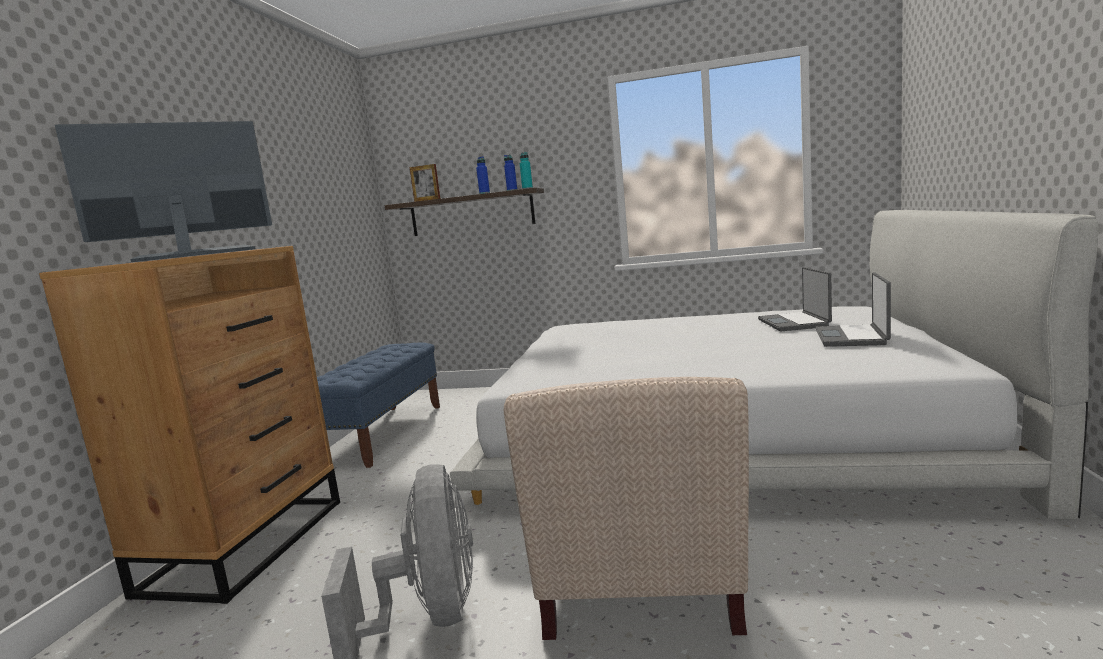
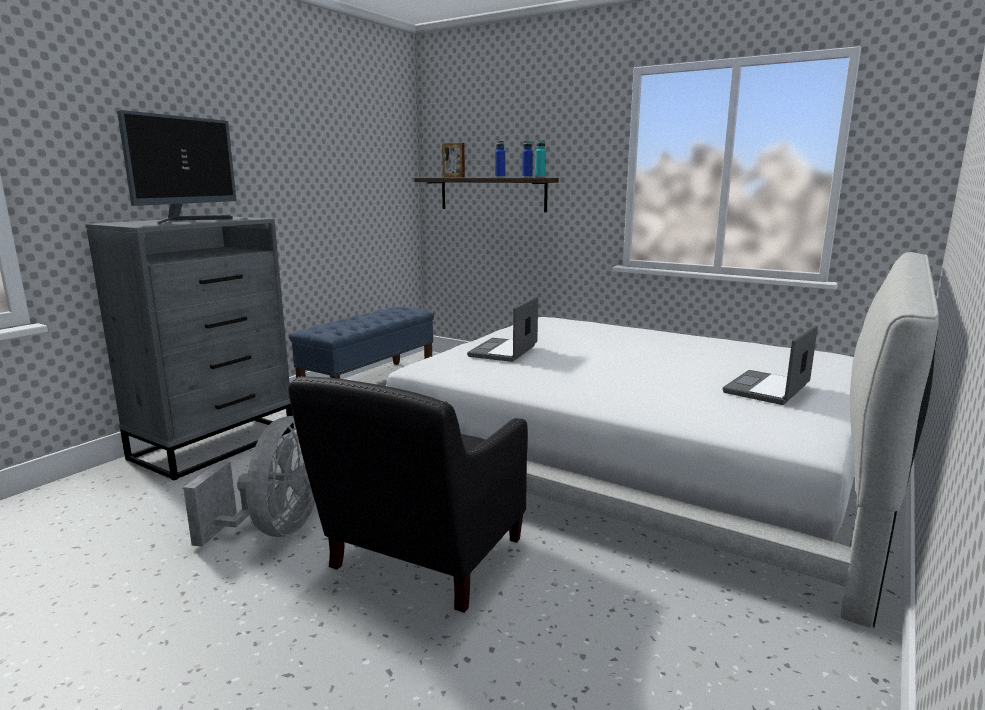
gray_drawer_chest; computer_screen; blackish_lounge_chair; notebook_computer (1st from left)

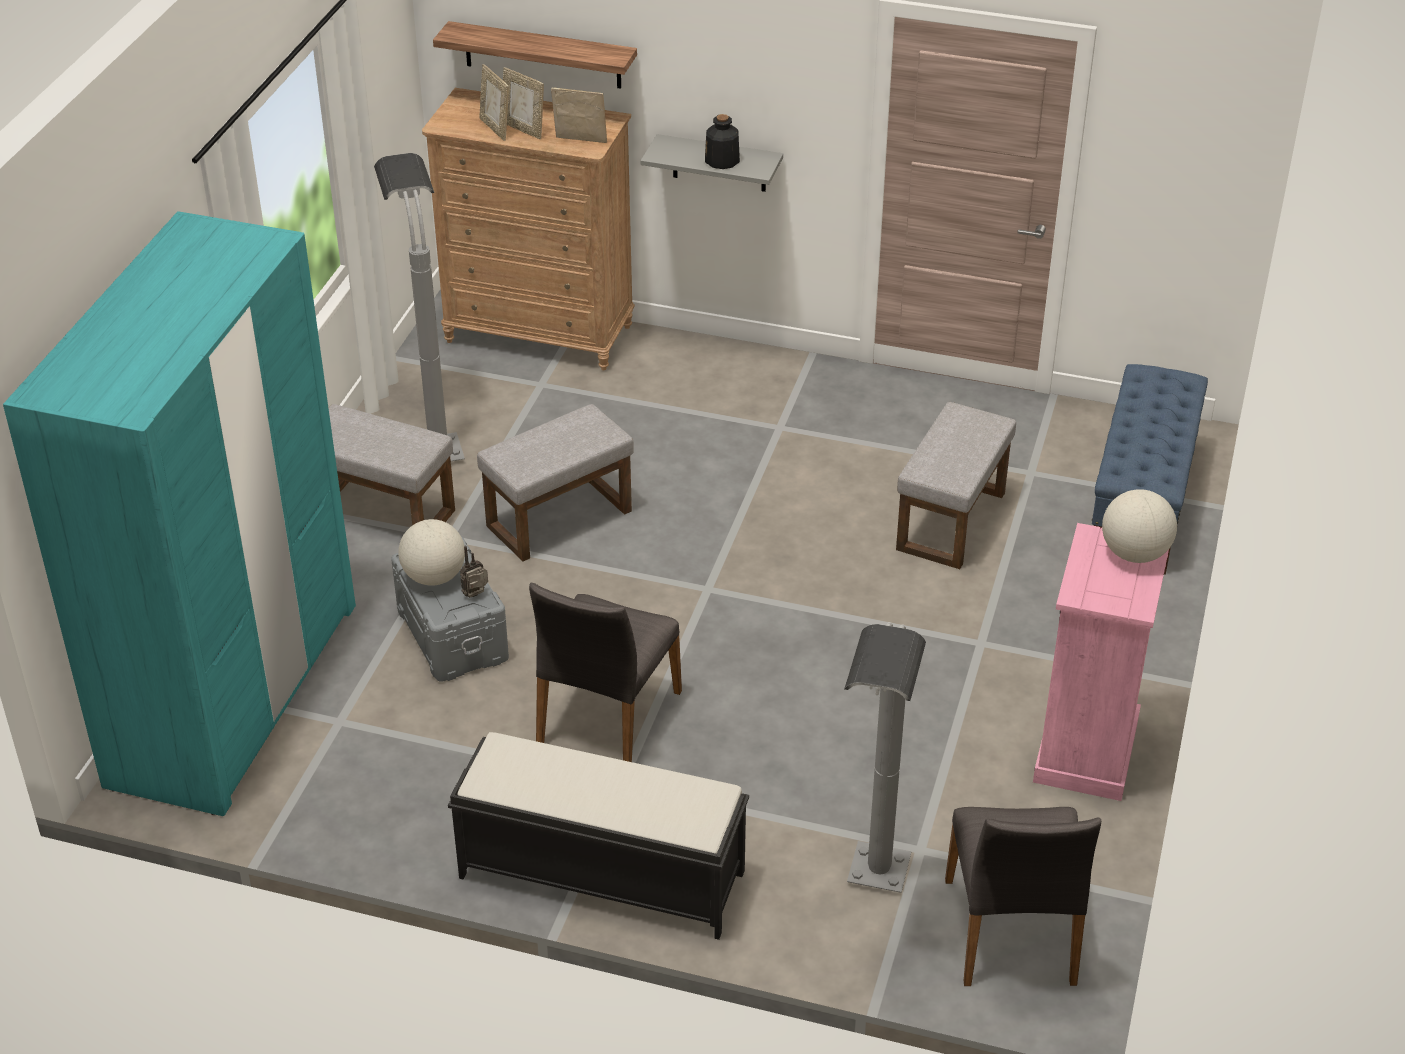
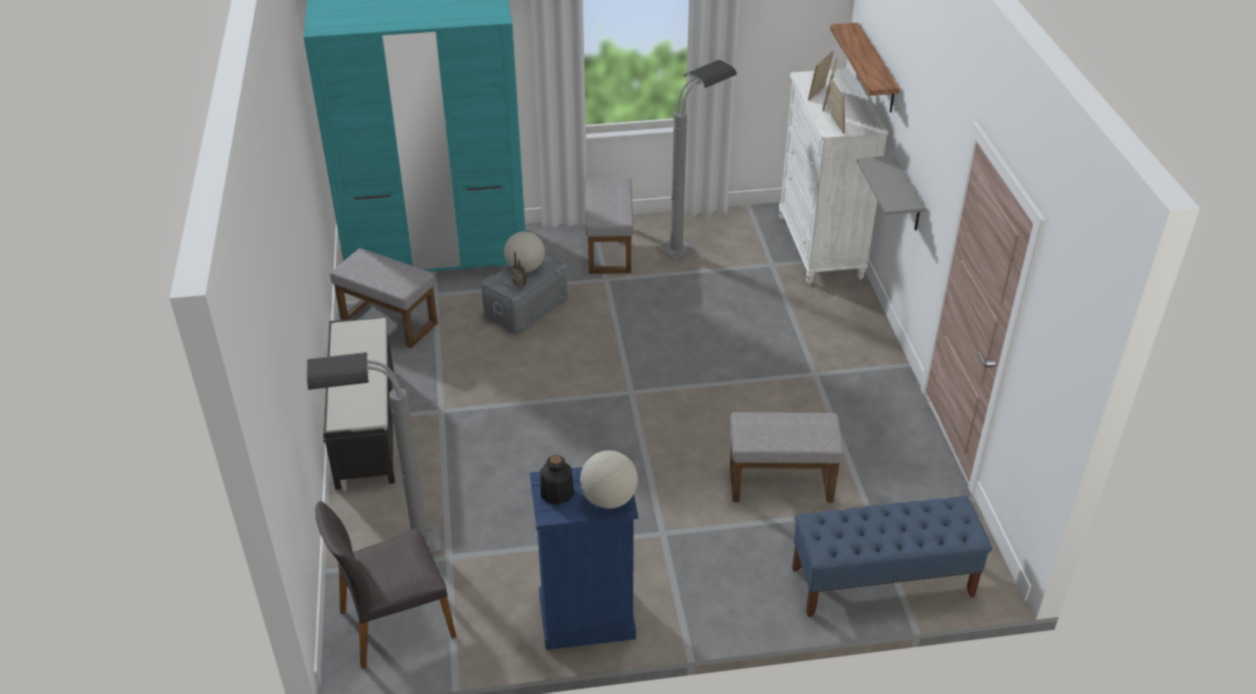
white_drawer_chest; gray_footrest (1st from left); gray_upright_chair (1st from left in the first image); beverage_bottle; blue-coloured_drawer_chest

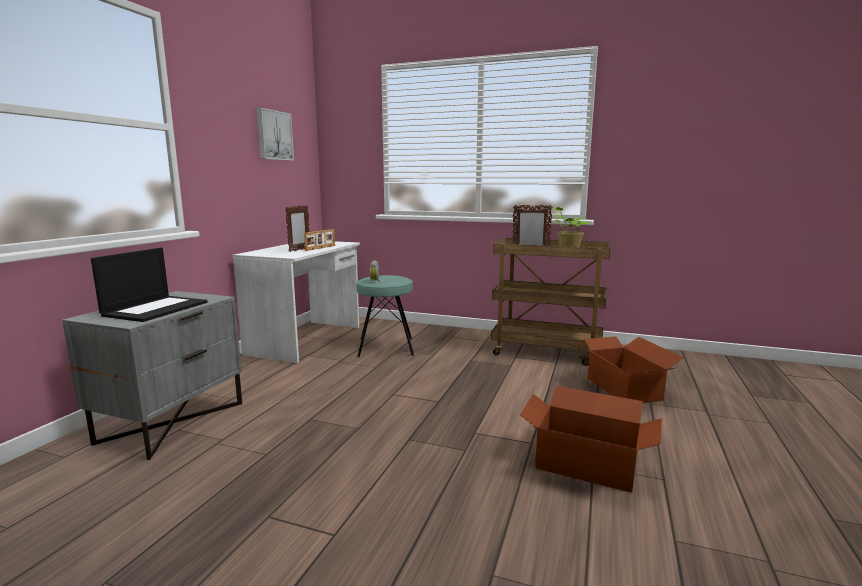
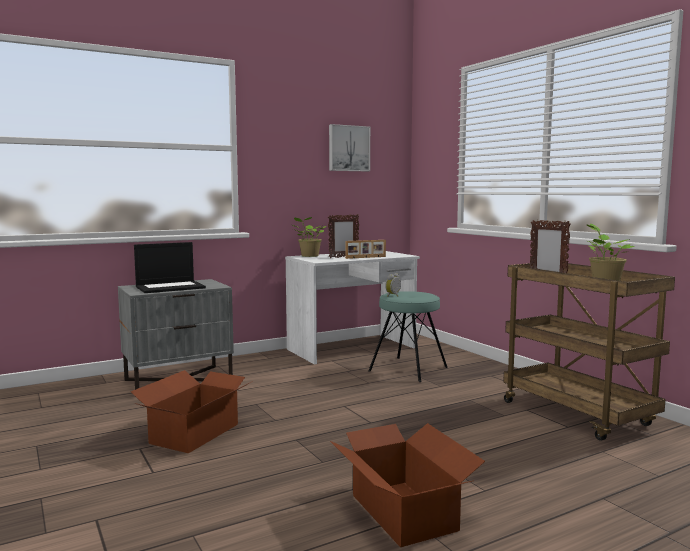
cardboard_box (1st from left); plant_in_a_pot (1st from left)

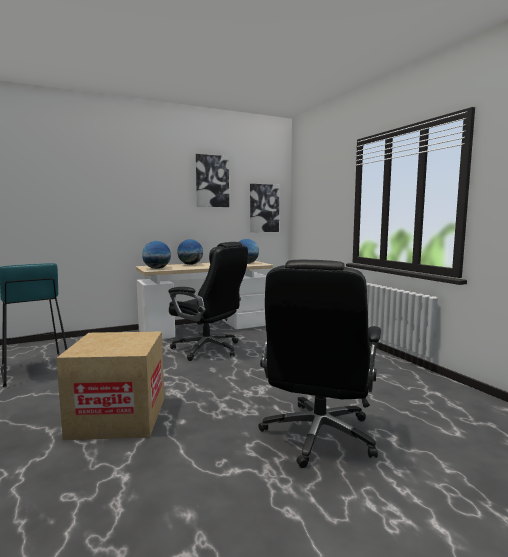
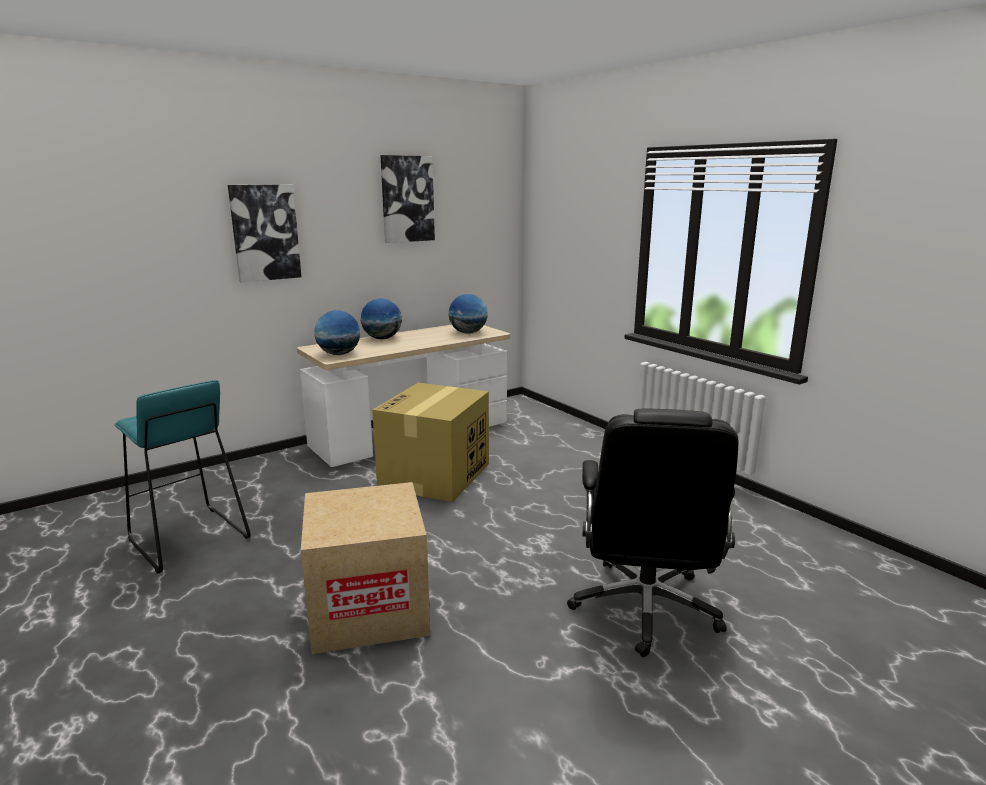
cardboard_box (2nd from left); wall_art (1st from left)

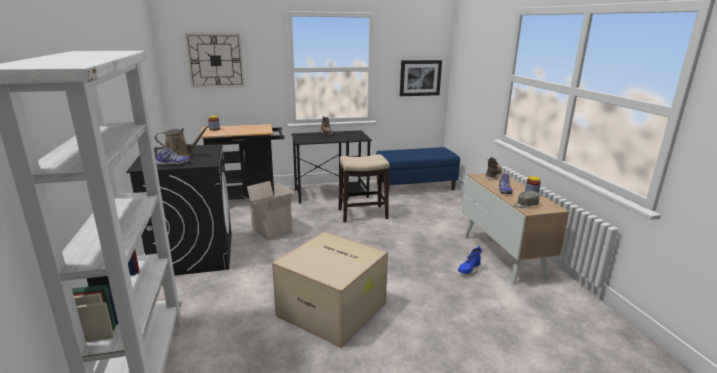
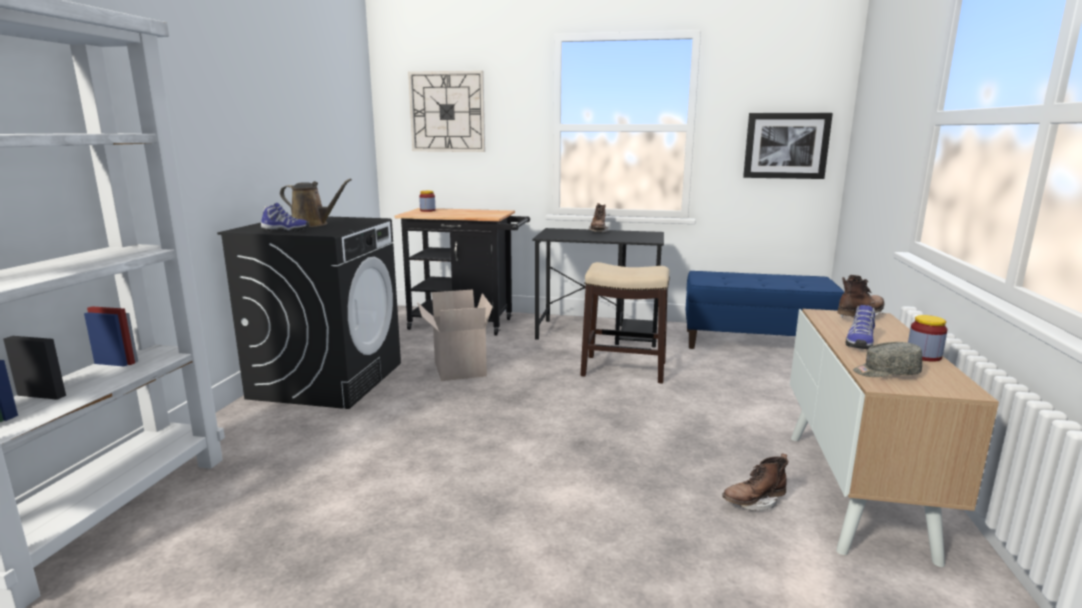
cardboard_box (2nd from left in the first image); brown-coloured_high-top_boot (2nd from left)

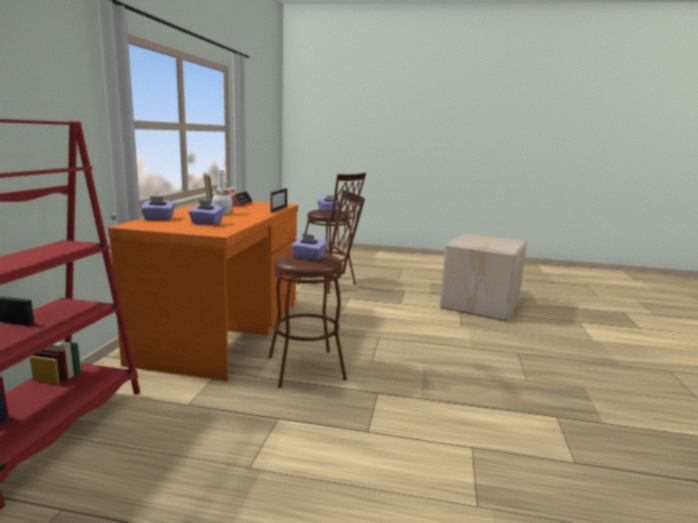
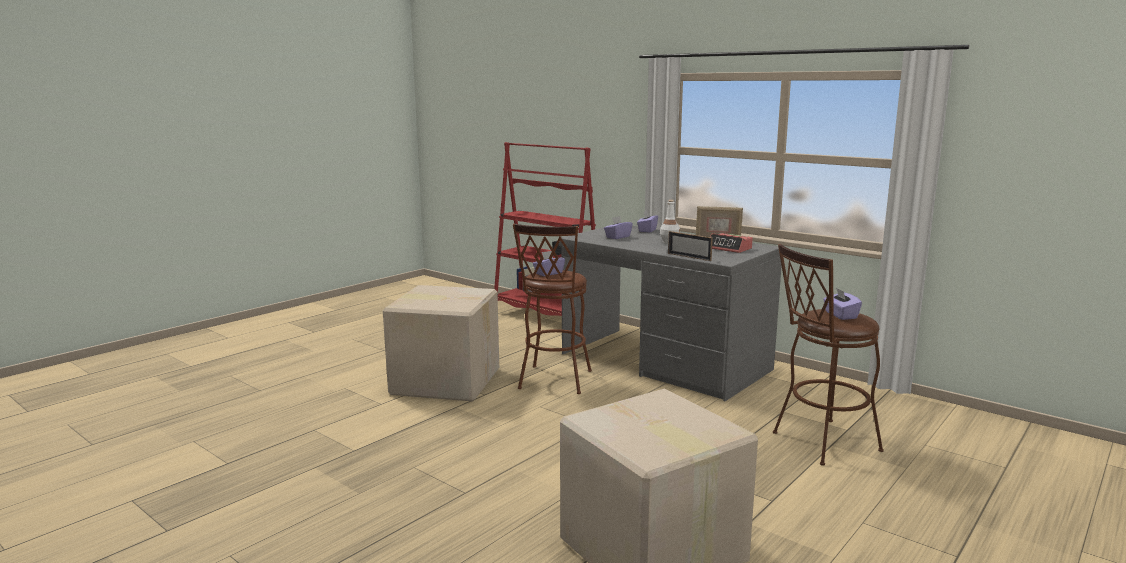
gray_desk_table; cardboard_box (1st from left)

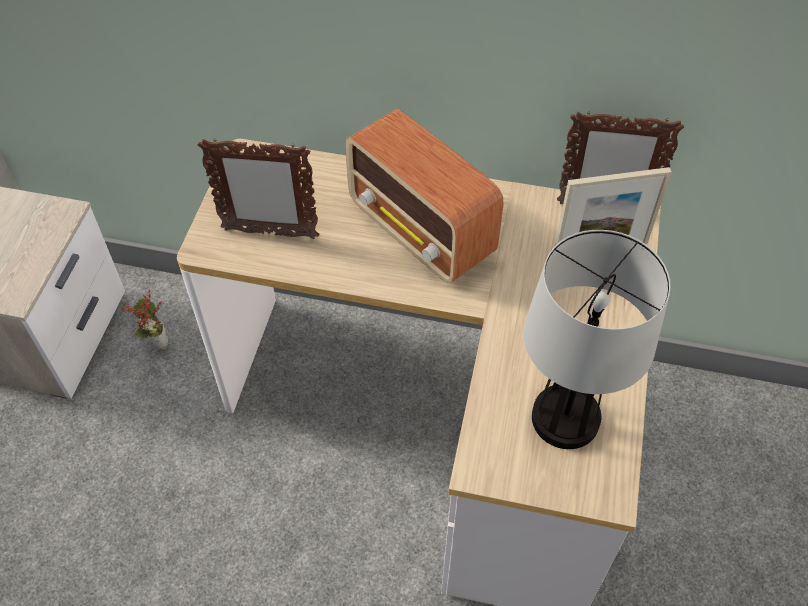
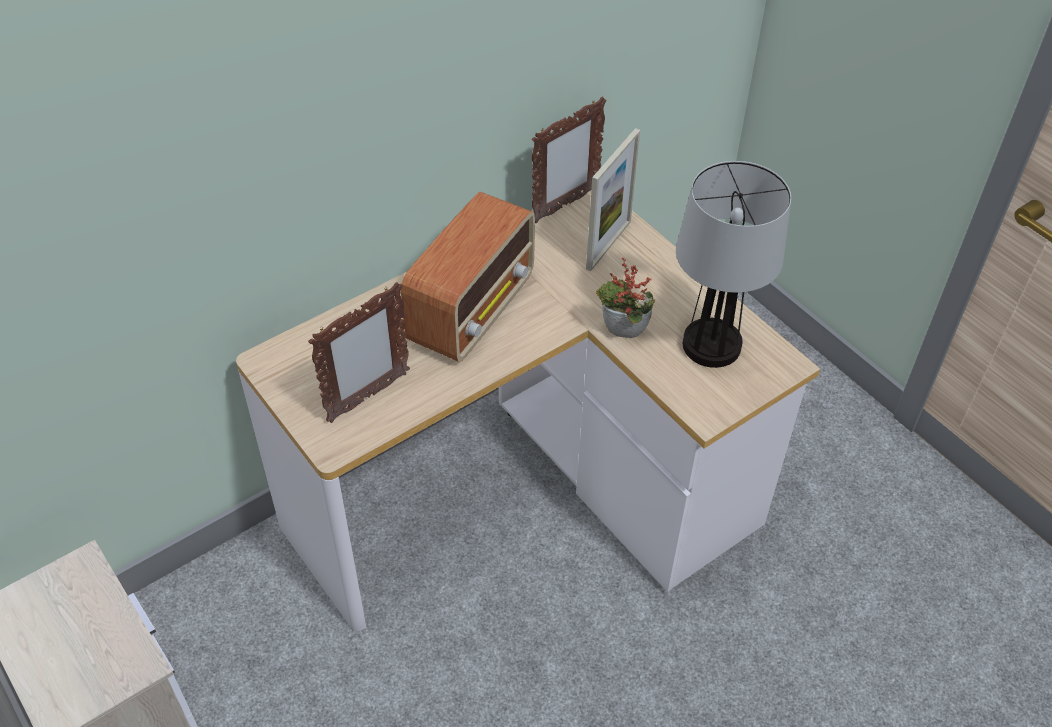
plant_in_a_pot; radio_receiver

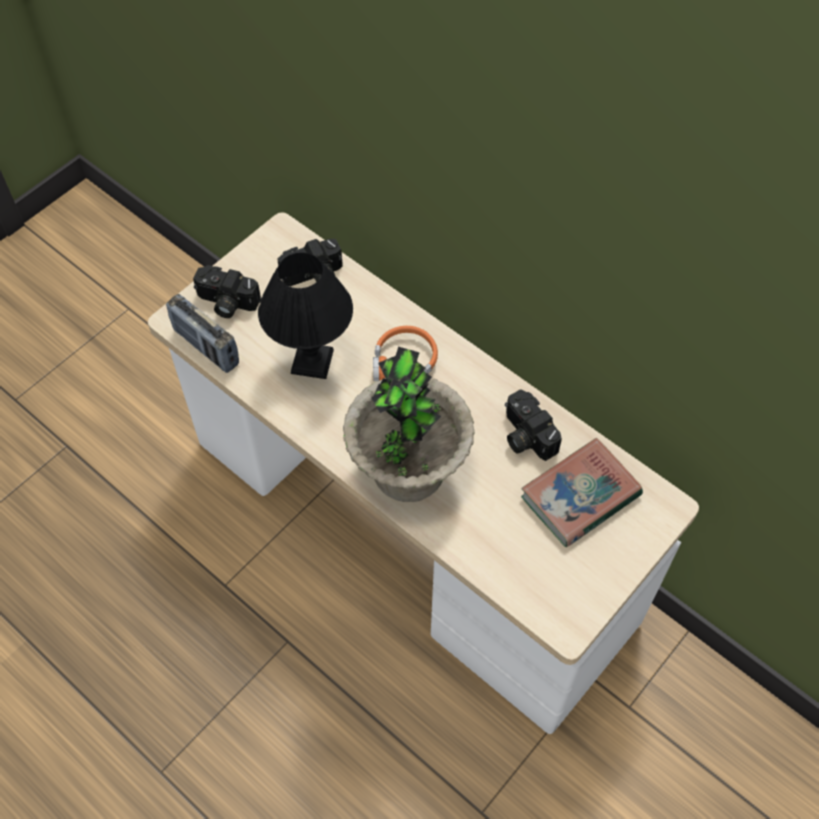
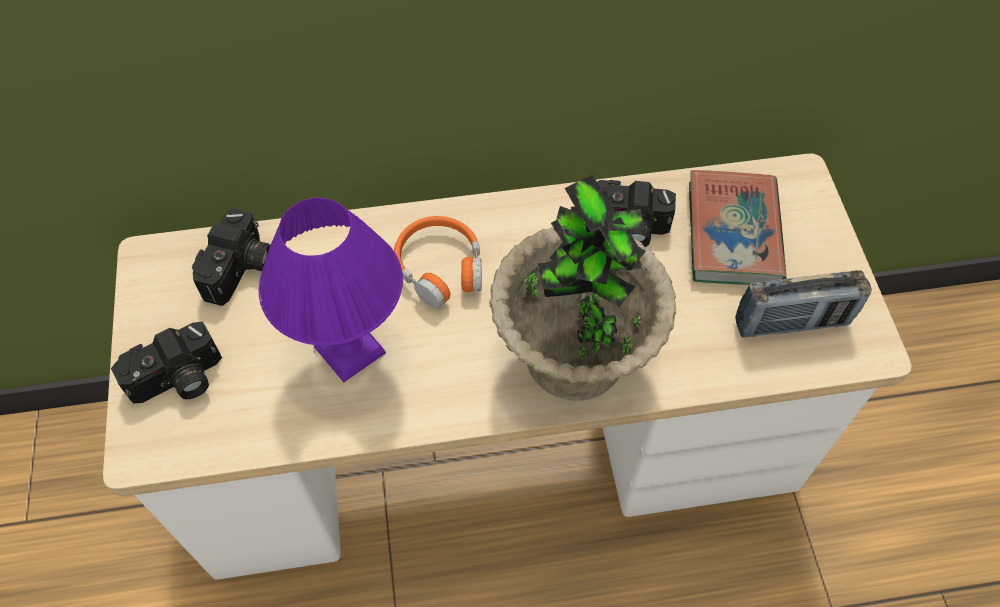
radio_receiver; purple_table_lamp

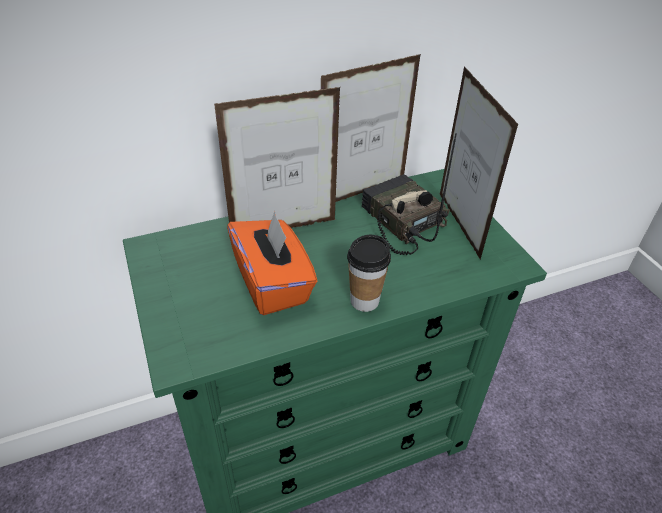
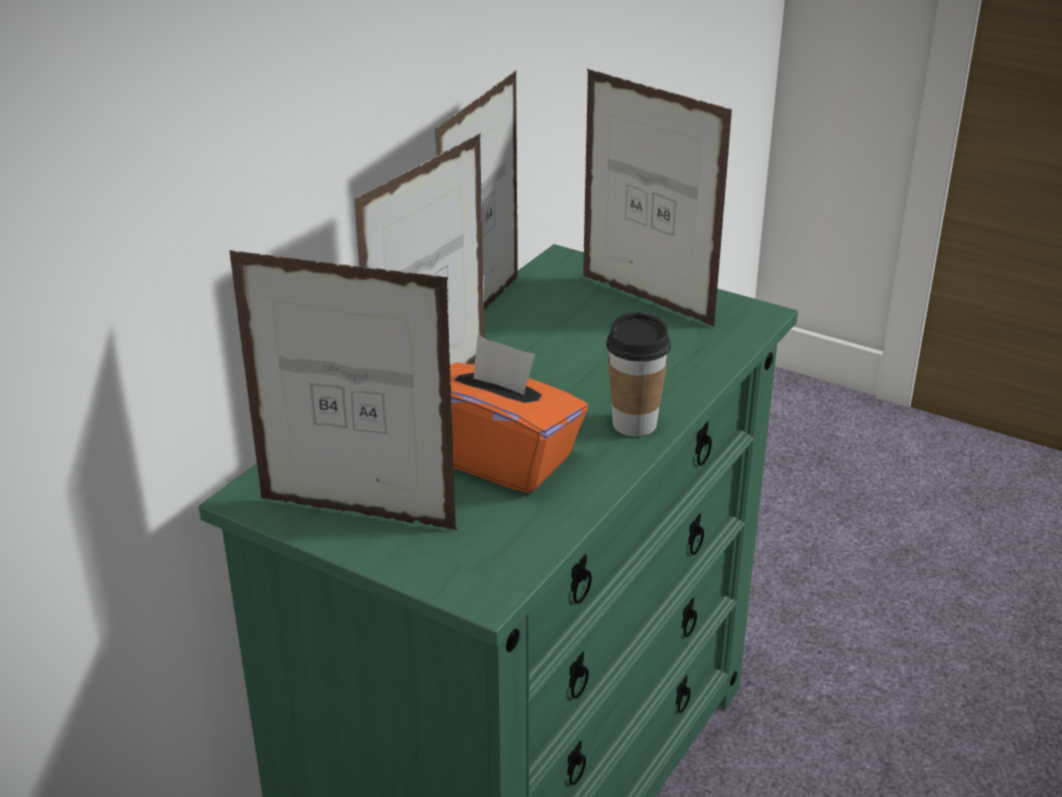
radio_receiver; picture_frame (1st from left)

